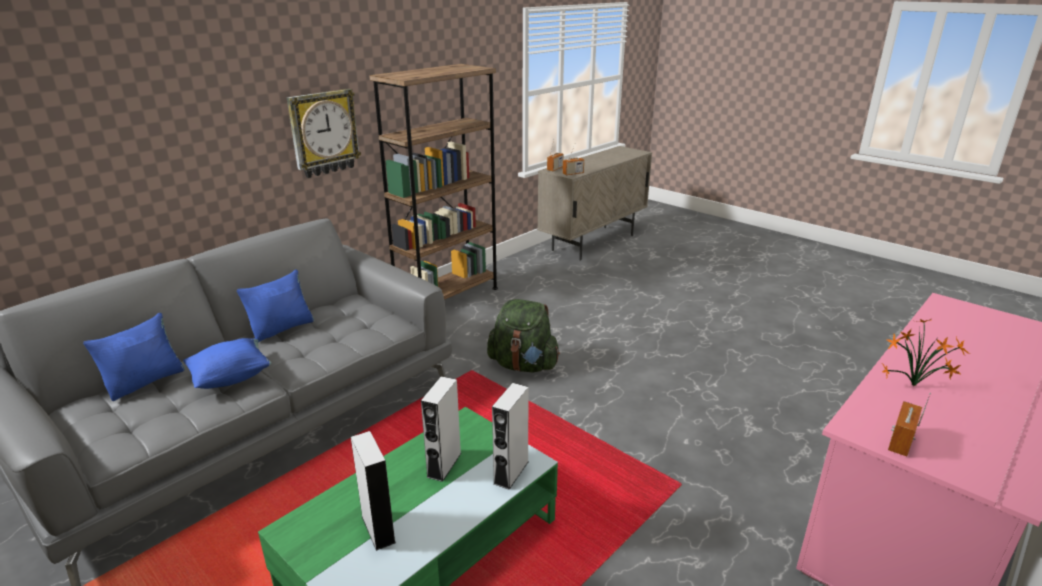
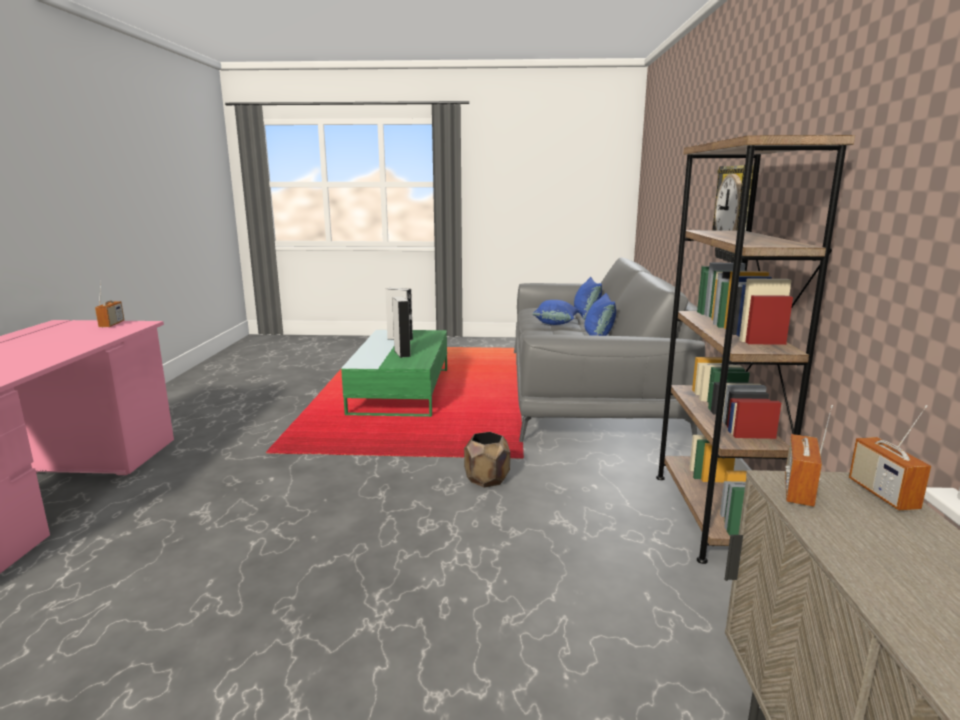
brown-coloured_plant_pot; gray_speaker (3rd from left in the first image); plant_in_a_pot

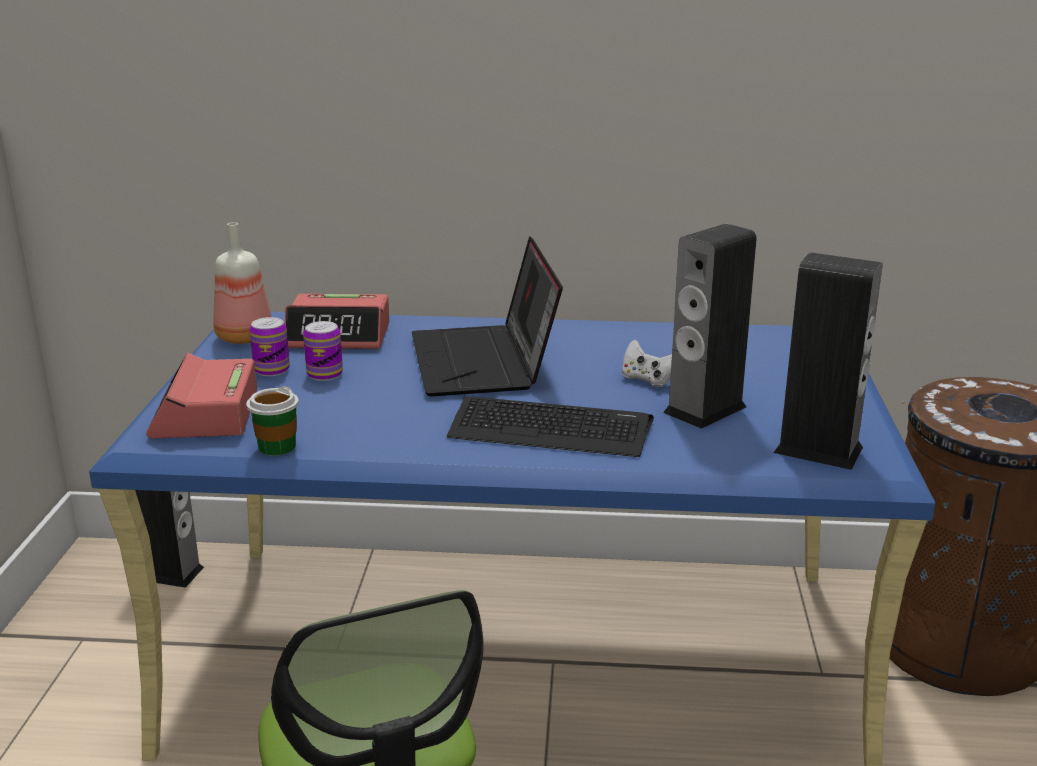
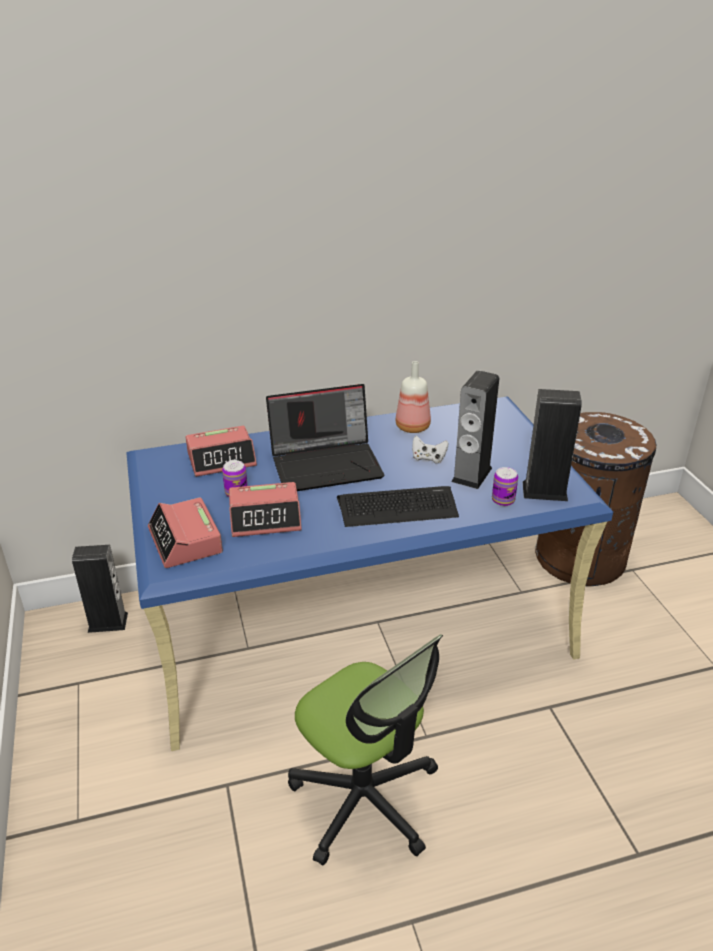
beverage_bottle; cup; can (2nd from left); notebook_computer; bedside_clock (3rd from left)

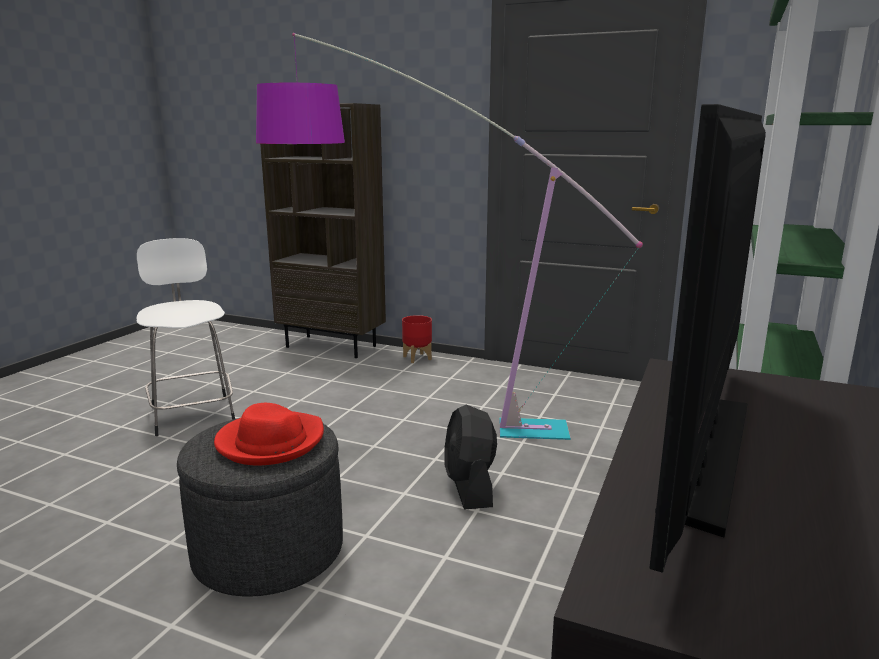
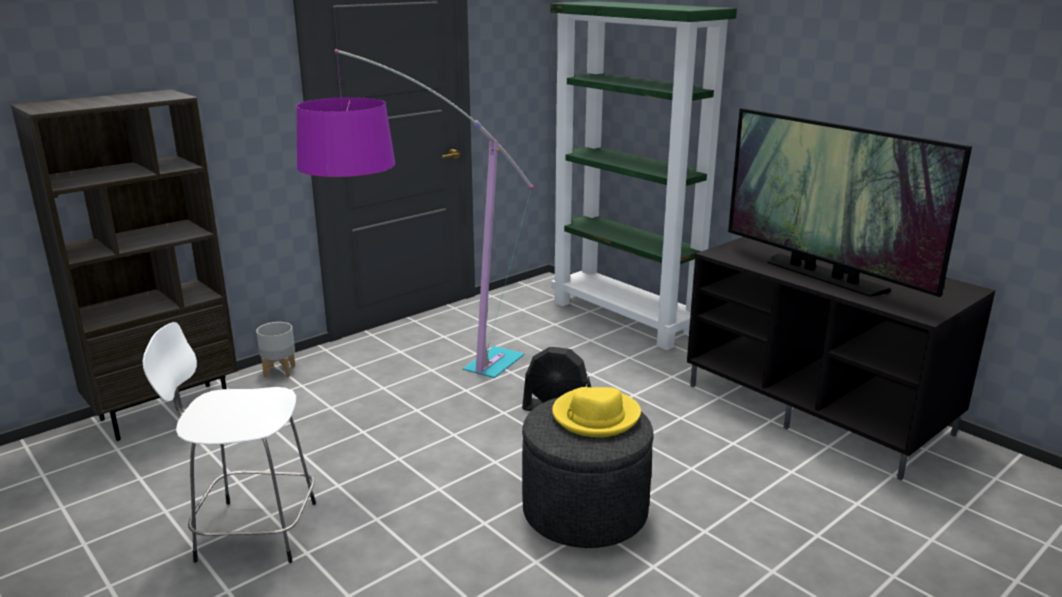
yellow-coloured_clothing_hat; gray_plant_pot

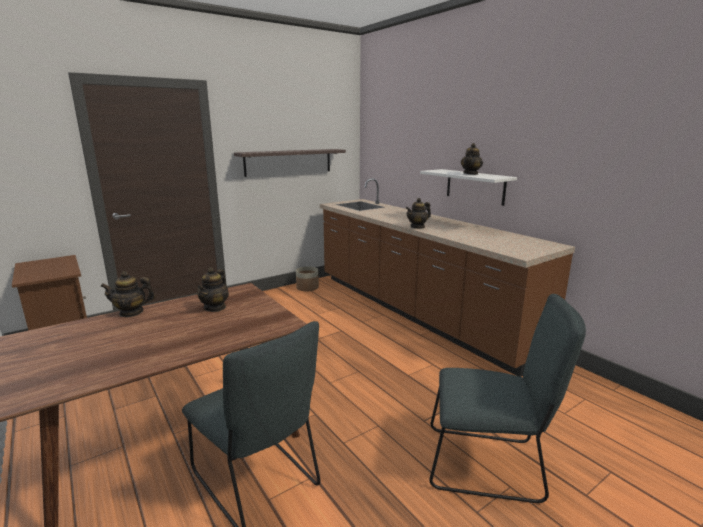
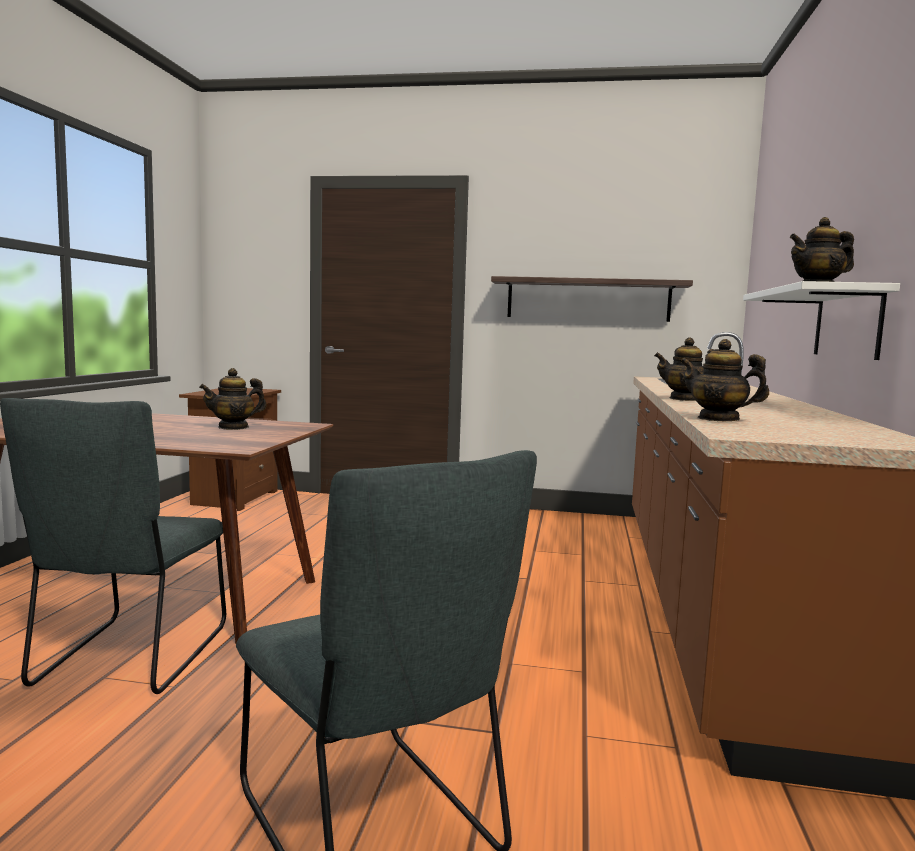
tea_pot (3rd from left); plant_pot

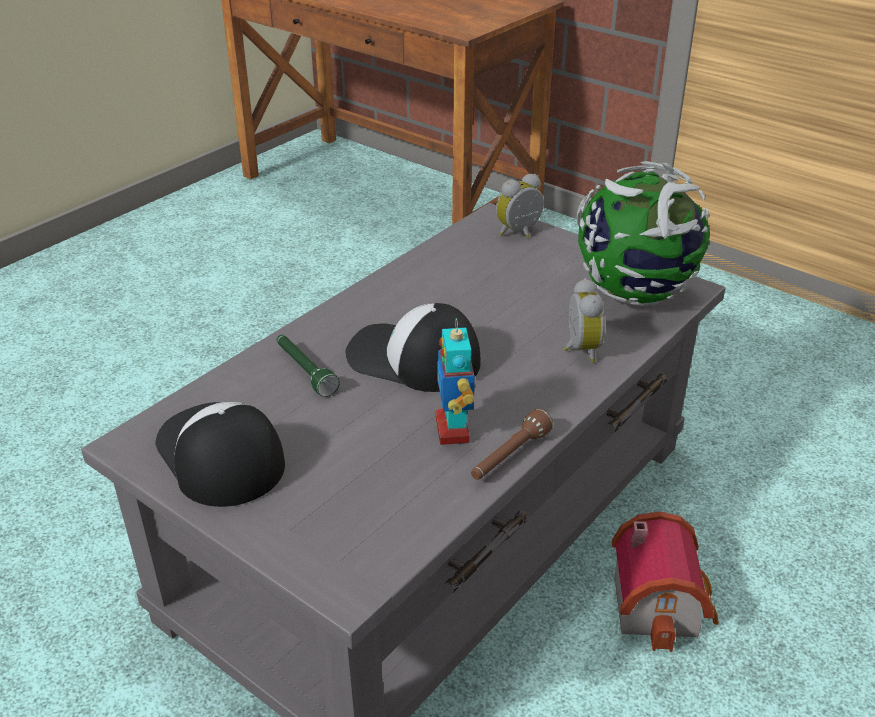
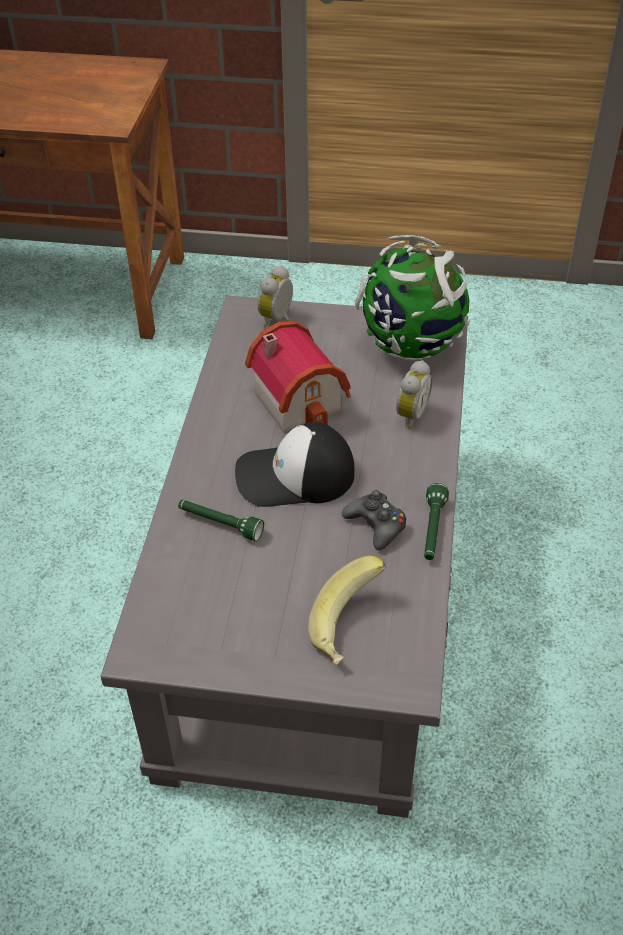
baseball_cap (1st from left in the first image); blackish_game_controller; green-coloured_flashlight (2nd from left); bedside_clock (2nd from left); miniature_house; whole_banana

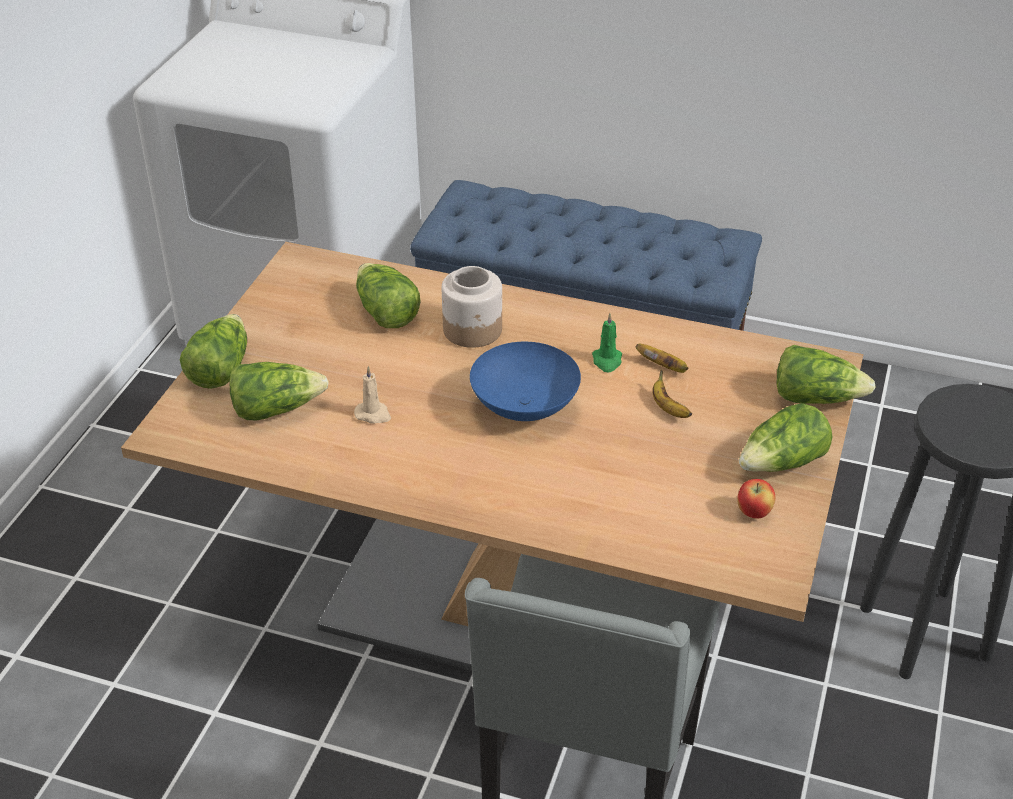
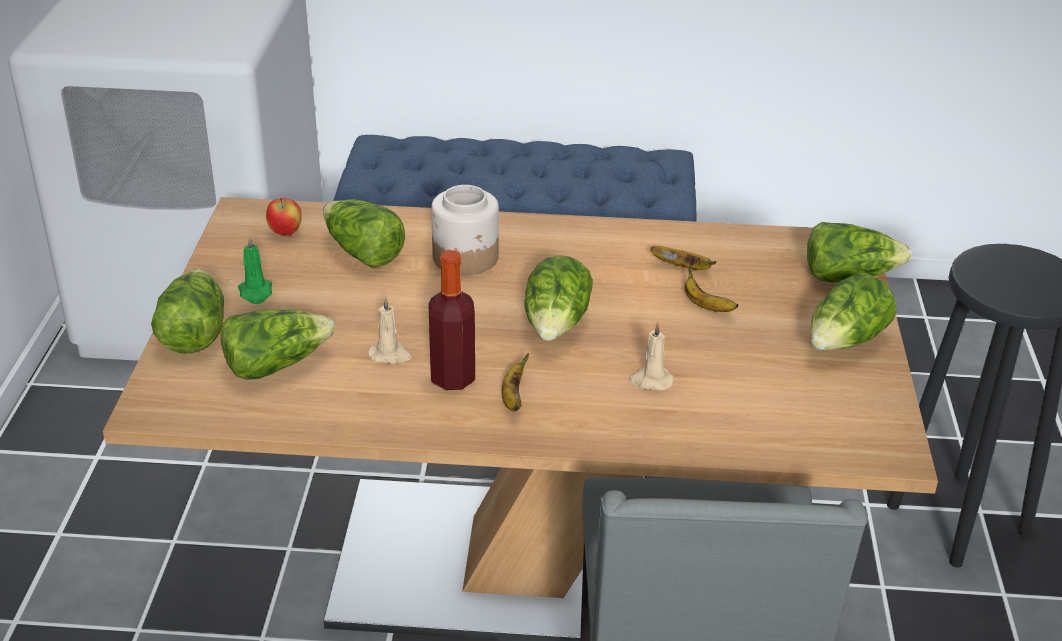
lettuce (4th from left); green-coloured_wax_candle; apple; beverage_bottle; whole_banana (1st from left); sand-coloured_wax_candle (2nd from left)

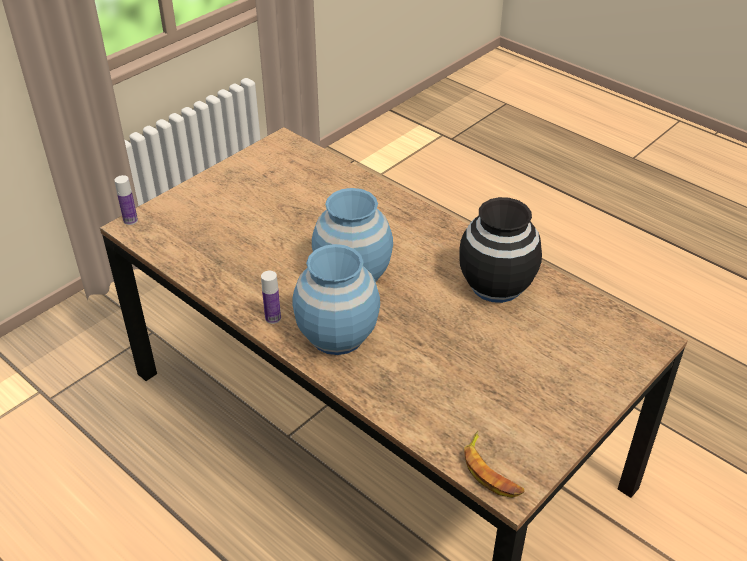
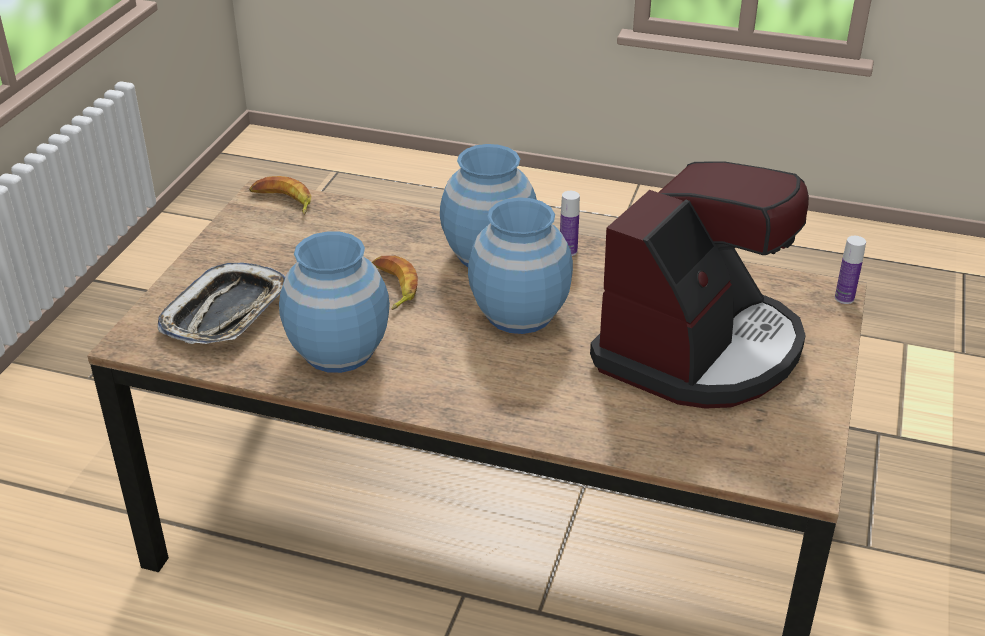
blue-coloured_flower_vase (1st from left); serving_tray; whole_banana (2nd from left); coffee_maker

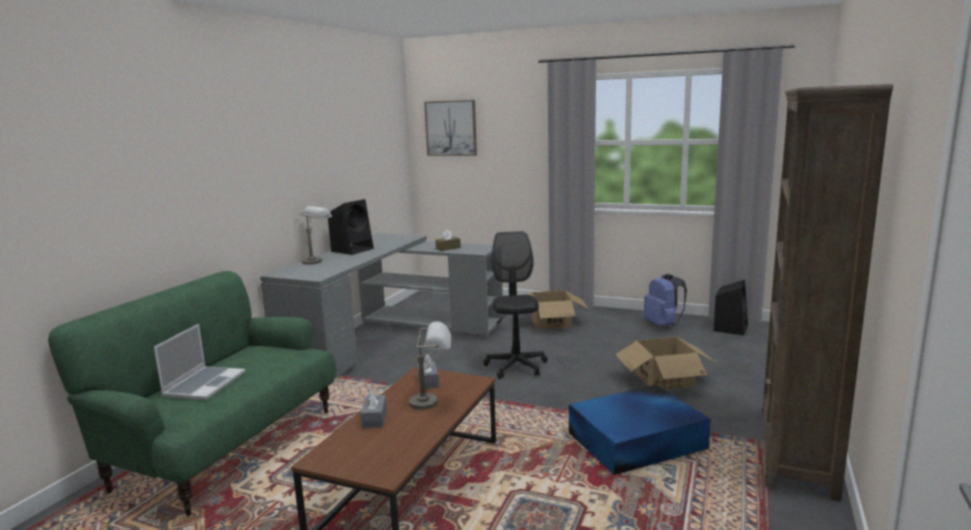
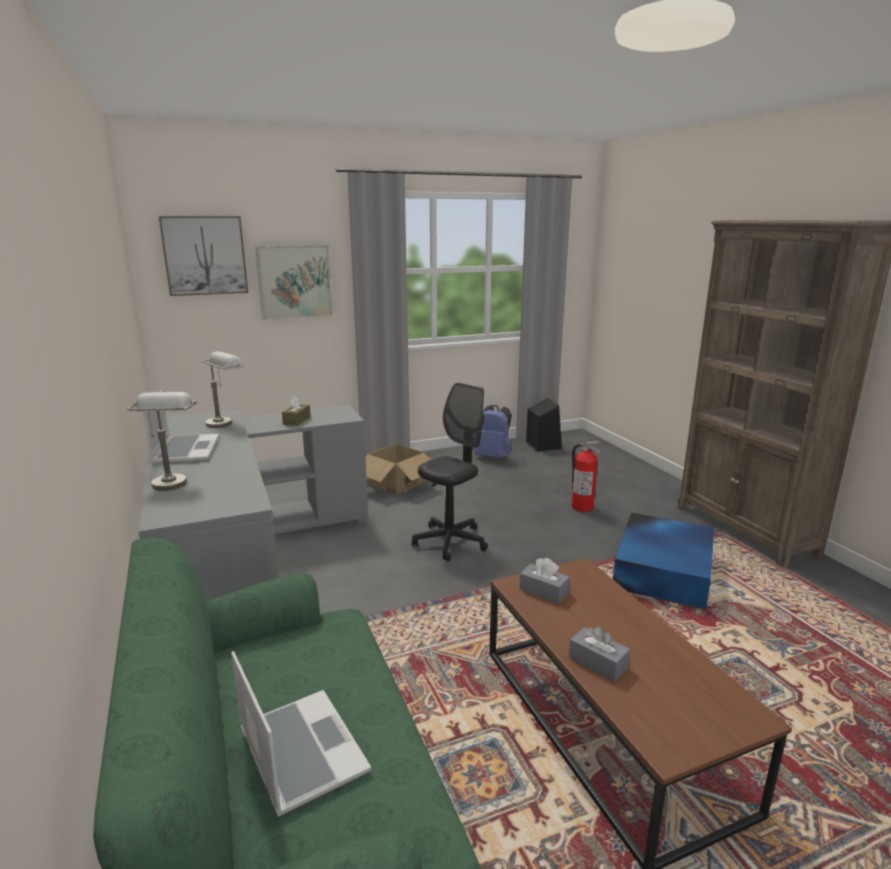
notebook_computer (1st from left); gray_table_lamp (2nd from left); blackish_office_chair; fire_extinguisher; wall_art (2nd from left)

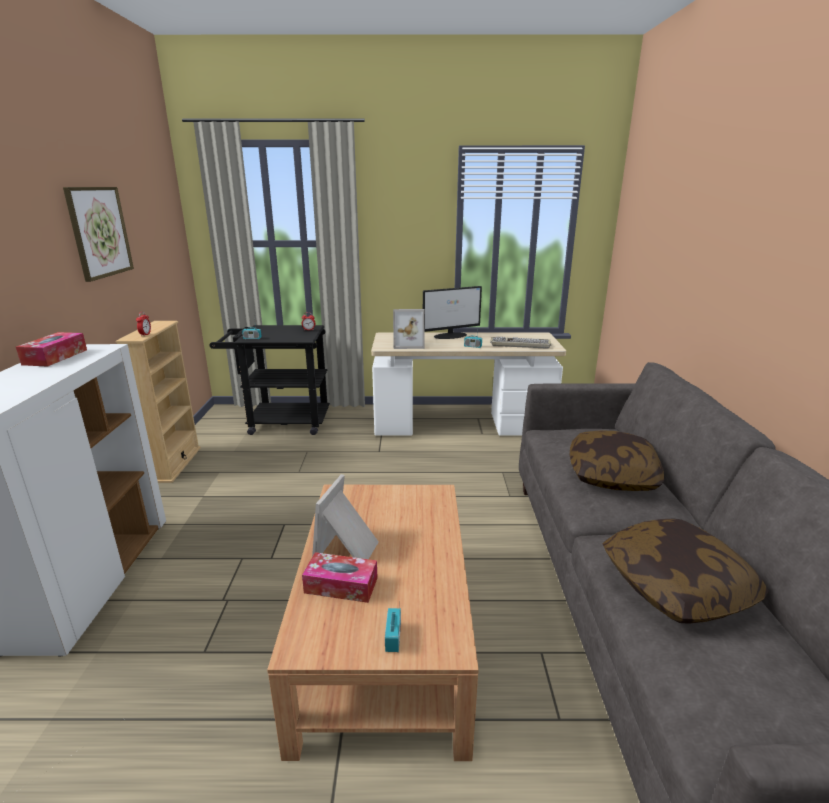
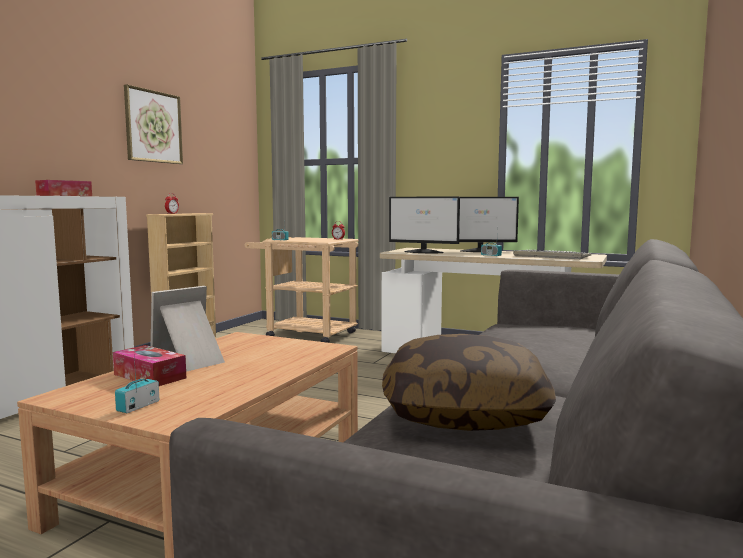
sand-coloured_wheeled_cart; computer_screen (1st from left); throw_pillow (1st from left in the first image)

